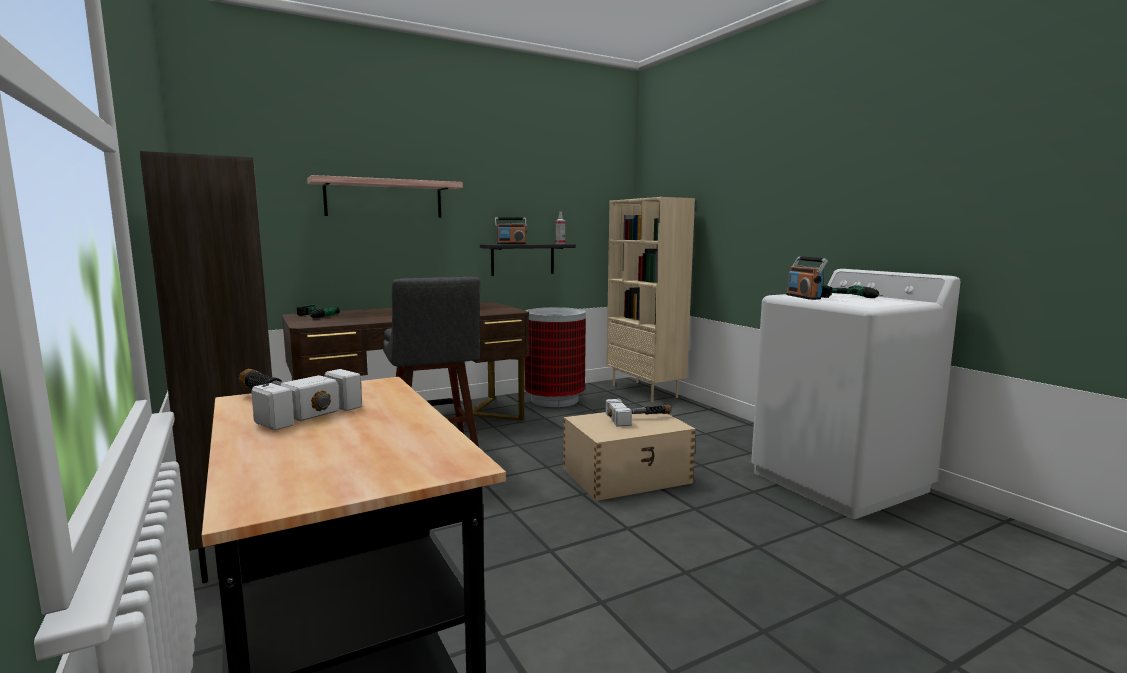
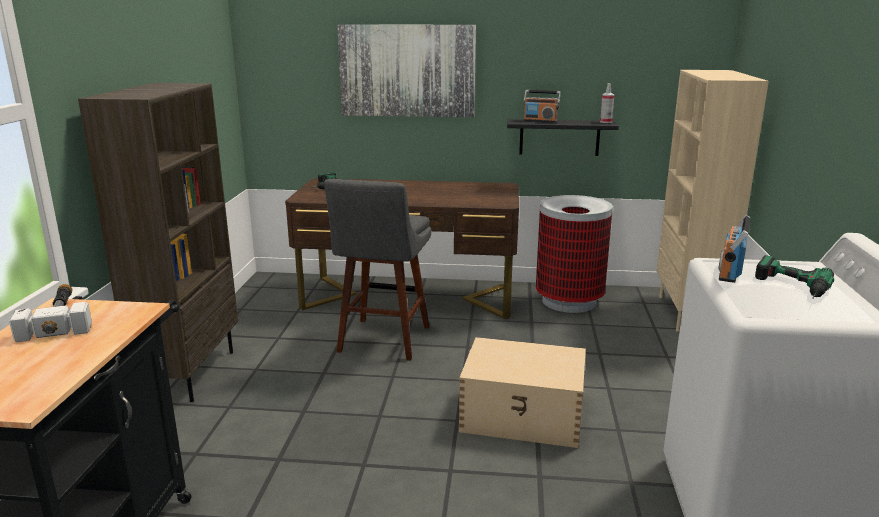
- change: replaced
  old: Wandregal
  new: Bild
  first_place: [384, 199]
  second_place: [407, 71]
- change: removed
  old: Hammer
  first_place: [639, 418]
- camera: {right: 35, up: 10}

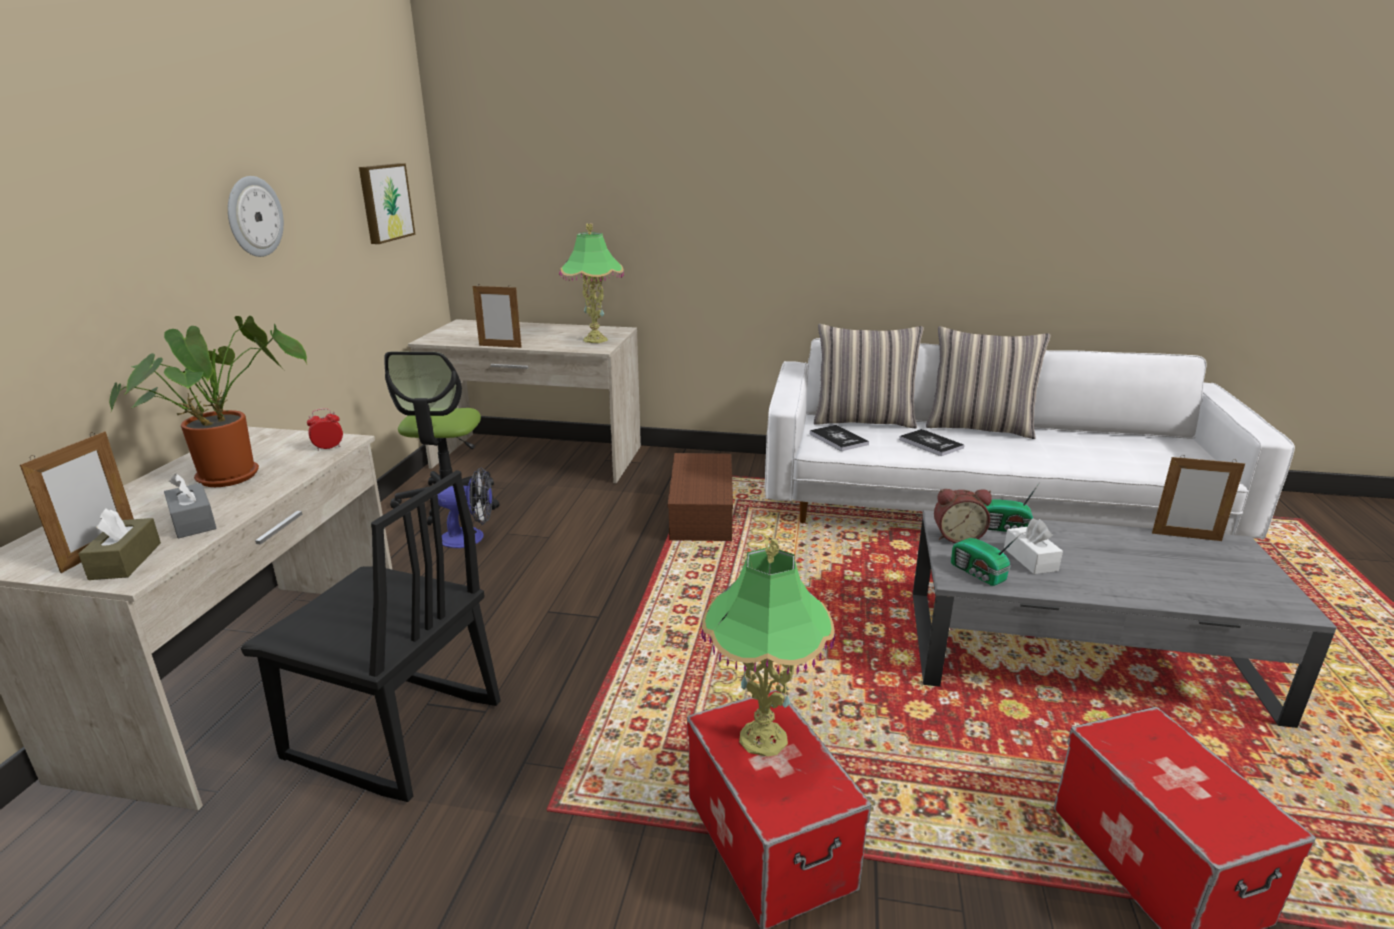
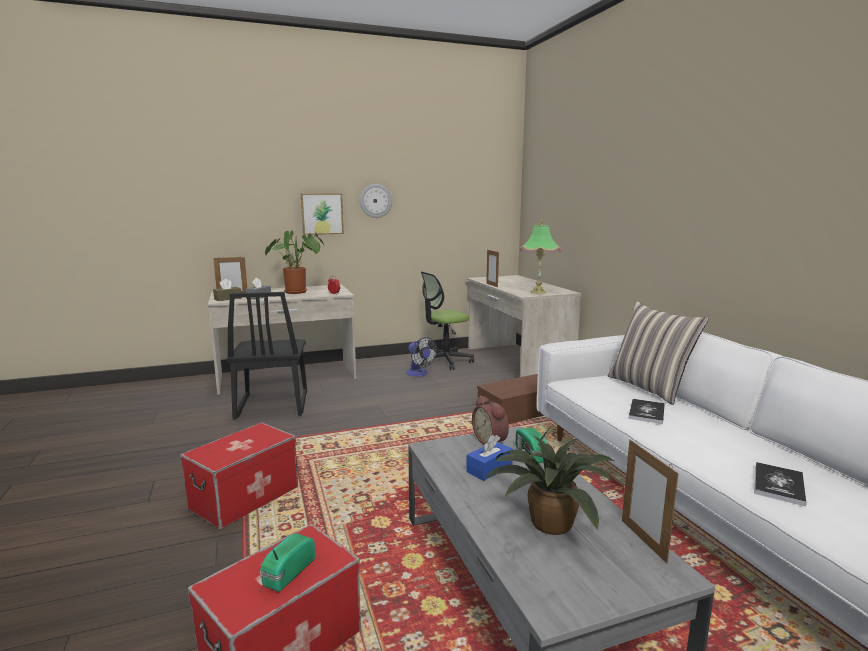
- change: moved
  old: Bild
  first_place: [384, 202]
  second_place: [322, 213]
- change: removed
  old: Kissen
  first_place: [979, 427]
- change: moved
  old: Buch
  first_place: [838, 439]
  second_place: [779, 484]
- change: recoloured
  old: Taschentuchbox/weiß
  new: Taschentuchbox/blau
  first_place: [1030, 559]
  second_place: [489, 469]
- change: moved
  old: Radio
  first_place: [978, 573]
  second_place: [287, 573]
- change: removed
  old: Tischlampe
  first_place: [762, 739]
- change: added
  new: Topfpflanze
  second_place: [547, 522]
- camera: {right: 60, up: -10}

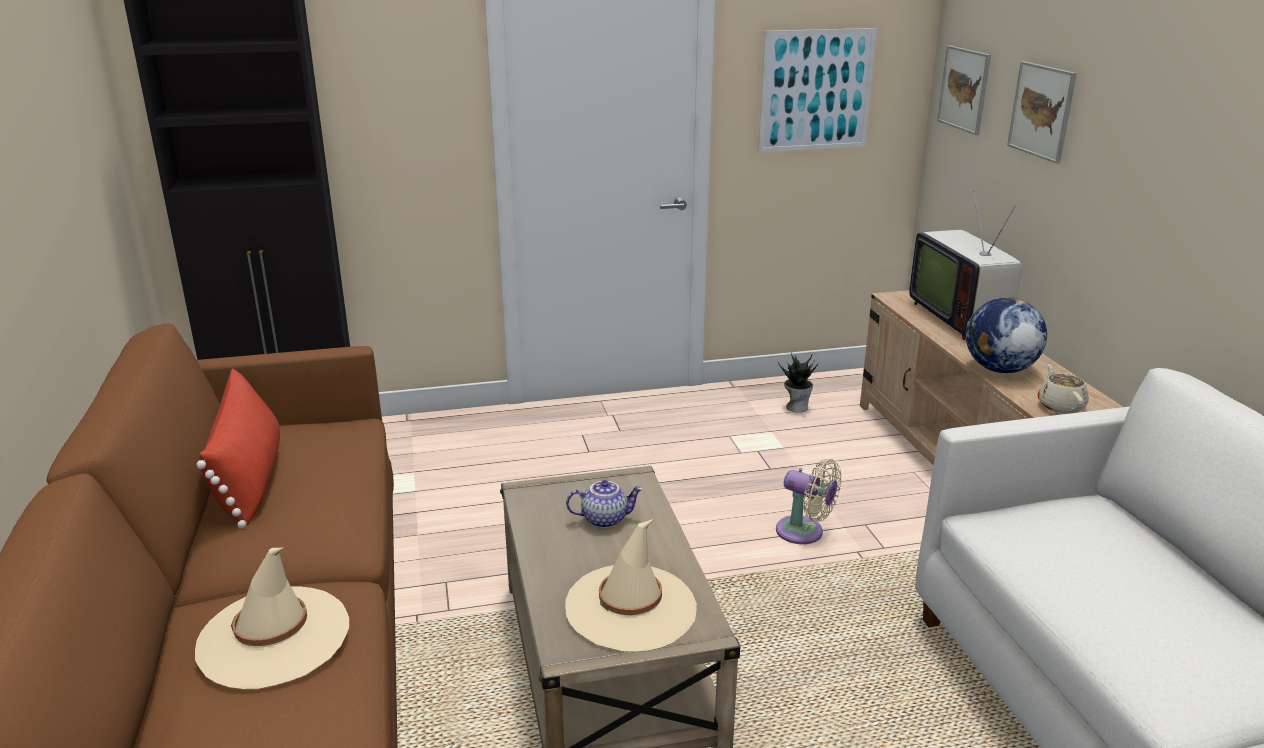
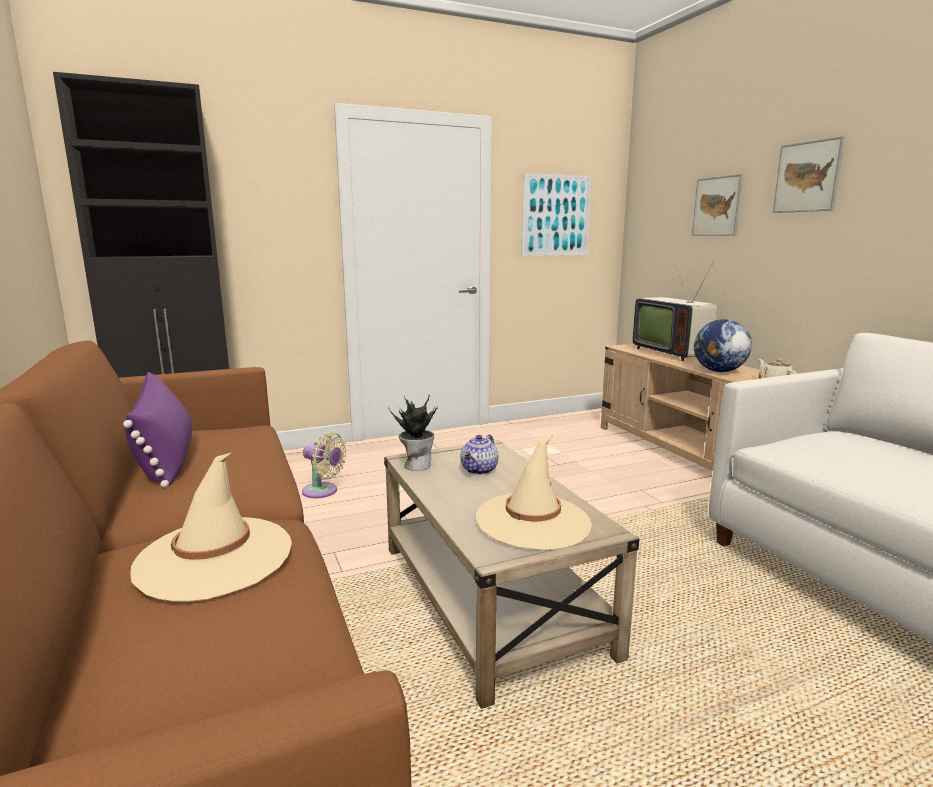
- change: moved
  old: Bild
  first_place: [964, 89]
  second_place: [807, 176]
- change: moved
  old: Topfpflanze
  first_place: [796, 407]
  second_place: [417, 465]
- change: recoloured
  old: Kissen/rot
  new: Kissen/lila
  first_place: [250, 478]
  second_place: [166, 458]
- change: moved
  old: Ventilator/beige
  first_place: [804, 533]
  second_place: [323, 491]
- change: turned
  old: Teekanne
  first_place: [605, 519]
  second_place: [480, 470]
  degrees: 135
- camera: {right: -10, up: -10}

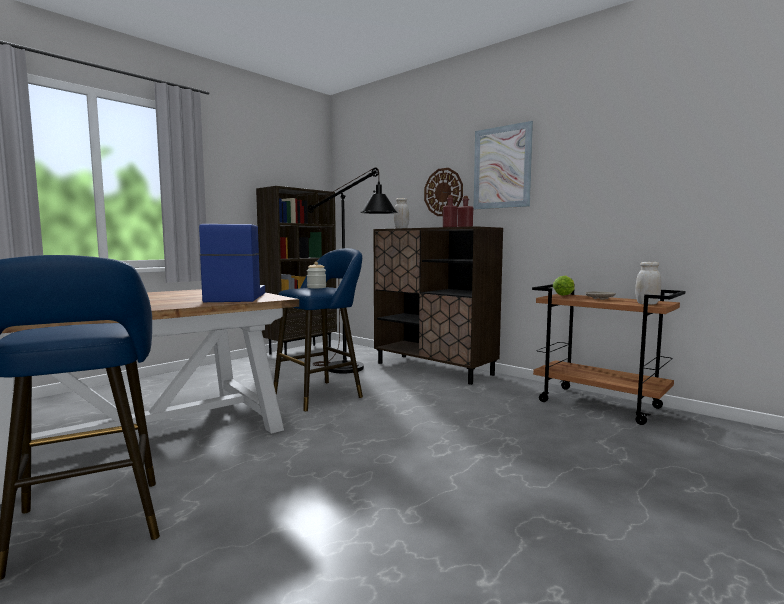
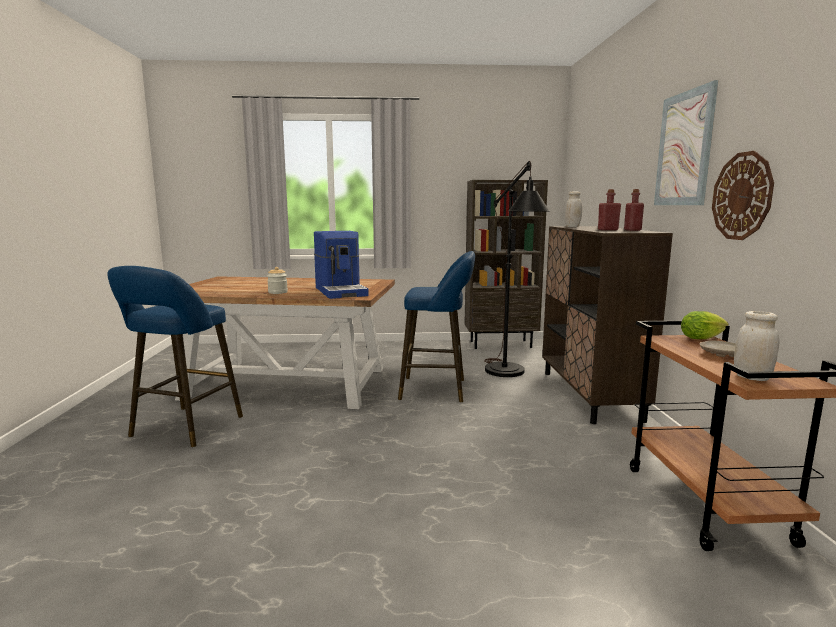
- change: moved
  old: Wanduhr
  first_place: [443, 192]
  second_place: [742, 196]
- change: turned
  old: Kaffeemaschine
  first_place: [235, 297]
  second_place: [341, 291]
  degrees: 120
- change: moved
  old: Vorratsglas
  first_place: [316, 287]
  second_place: [278, 292]
- camera: {right: 45, up: 5}

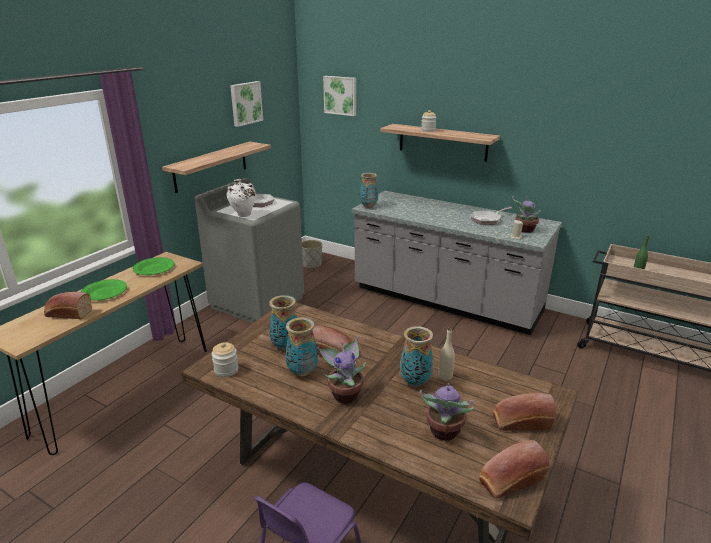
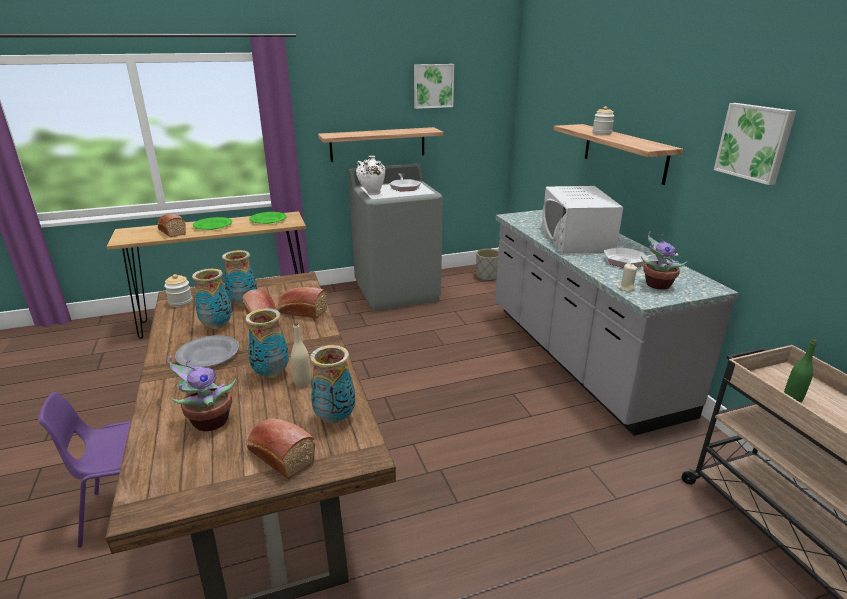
- change: moved
  old: Bild
  first_place: [340, 95]
  second_place: [754, 142]
- change: moved
  old: Vase
  first_place: [368, 206]
  second_place: [335, 418]
- change: replaced
  old: Topfpflanze
  new: Teller/grau
  first_place: [345, 394]
  second_place: [209, 355]
- change: moved
  old: Brot
  first_place: [509, 480]
  second_place: [301, 311]
- change: added
  new: Mikrowelle/weiß
  second_place: [576, 238]
- camera: {right: 40, up: 0}

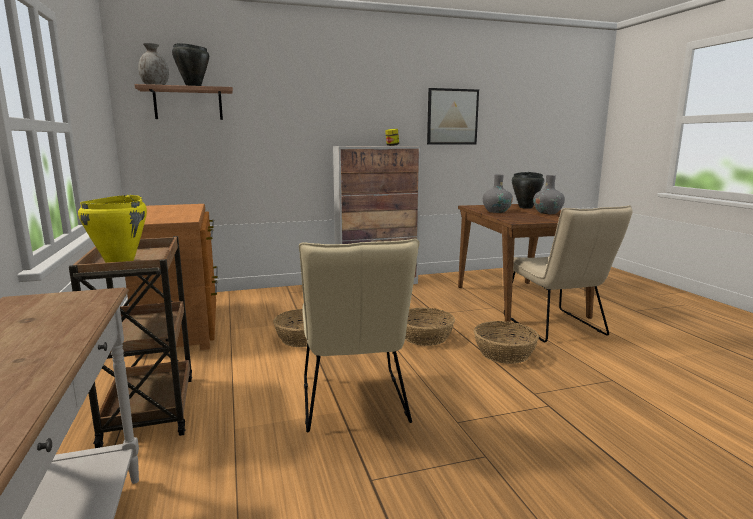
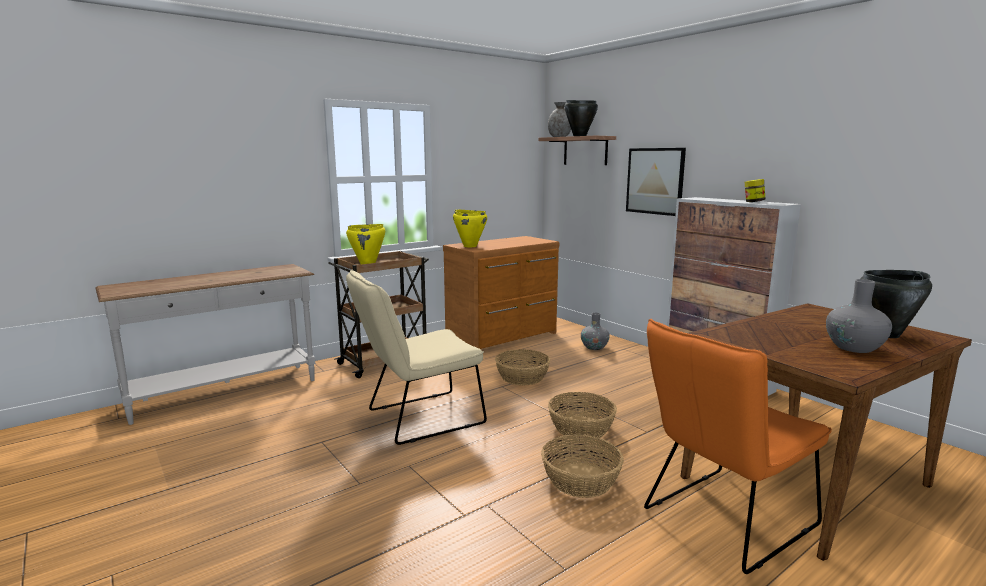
- change: moved
  old: Bild
  first_place: [452, 117]
  second_place: [655, 181]
- change: moved
  old: Vase/grau
  first_place: [496, 211]
  second_place: [594, 347]
- change: recoloured
  old: Stuhl/beige
  new: Stuhl/orange
  first_place: [557, 328]
  second_place: [722, 521]
- change: added
  new: Kochtopf/gelb
  second_place: [470, 246]
- camera: {right: 70, up: 0}

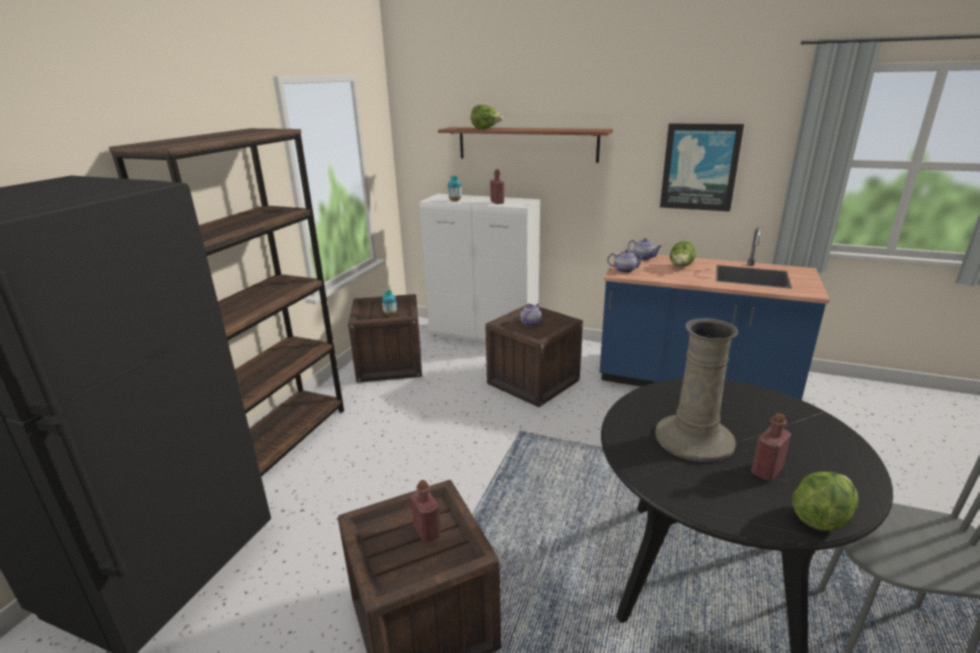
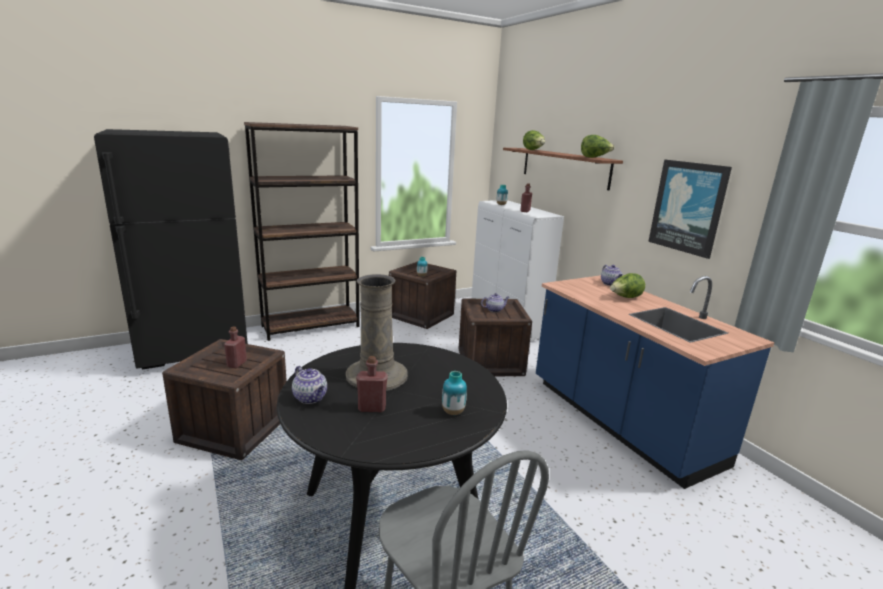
- change: moved
  old: Teekanne
  first_place: [625, 270]
  second_place: [311, 398]
- change: moved
  old: Salatkopf
  first_place: [820, 517]
  second_place: [594, 157]
- change: added
  new: Vase
  second_place: [453, 412]
- camera: {right: 40, up: -5}

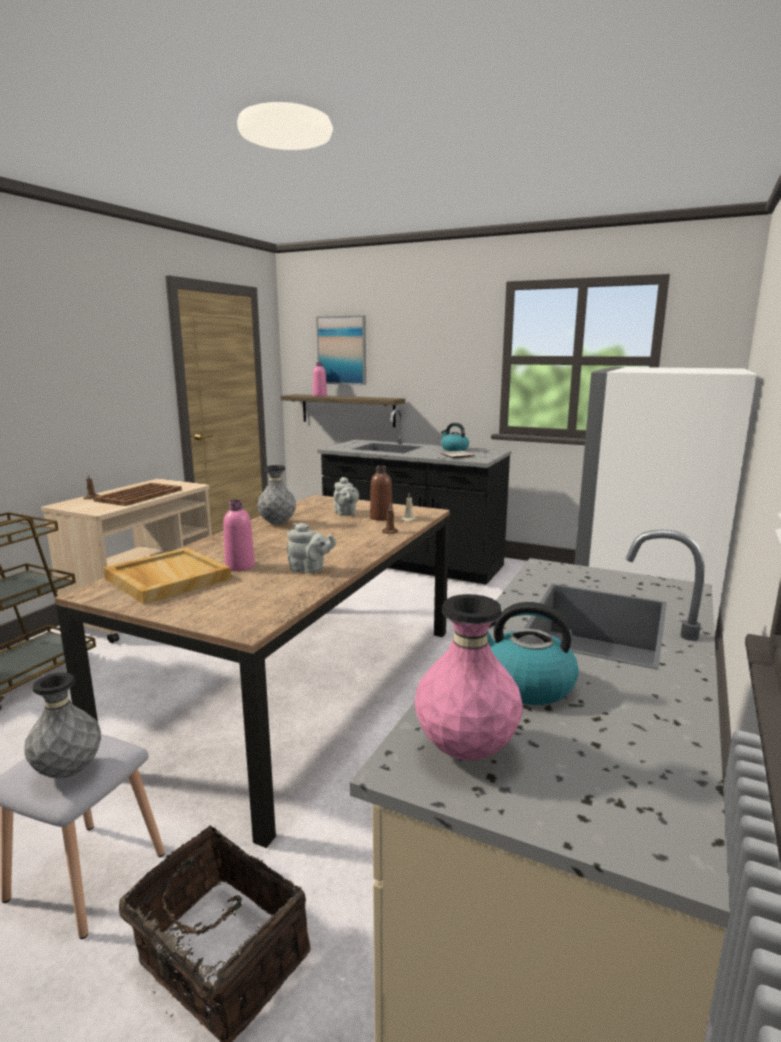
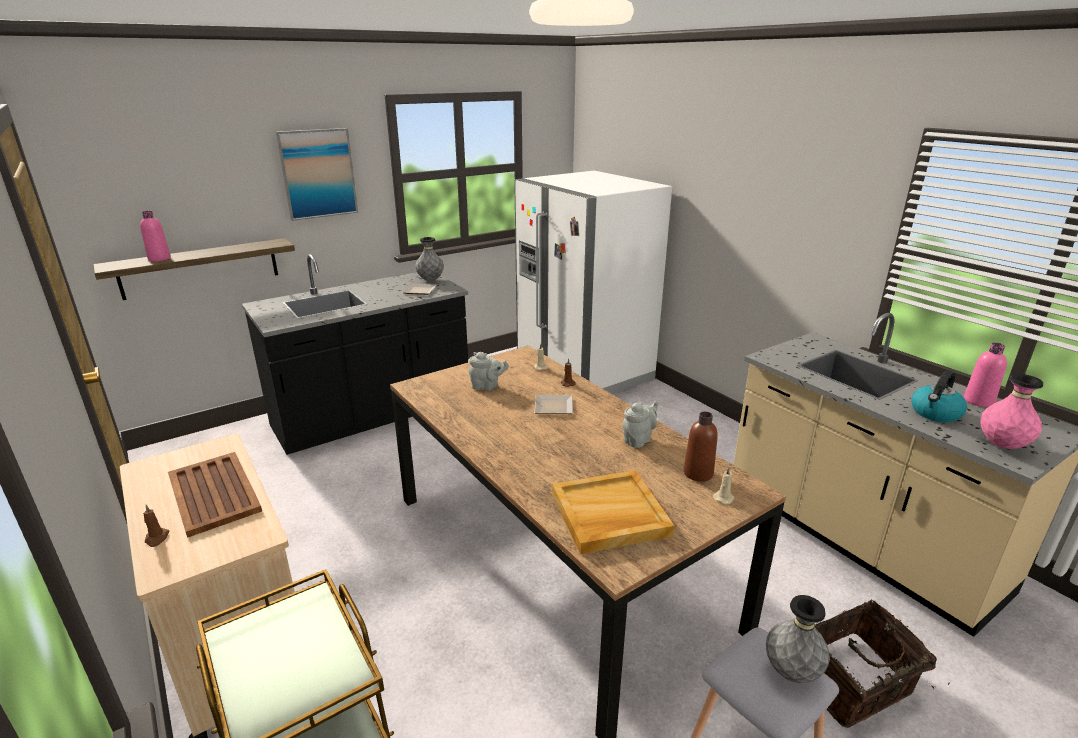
- change: moved
  old: Bild
  first_place: [342, 350]
  second_place: [318, 173]
- change: removed
  old: Wasserkessel
  first_place: [454, 449]
- change: moved
  old: Vase/grau
  first_place: [277, 523]
  second_place: [430, 280]
- change: moved
  old: Flasche/braun
  first_place: [381, 517]
  second_place: [698, 473]
- change: moved
  old: Flasche/rosa
  first_place: [240, 566]
  second_place: [978, 401]
- change: added
  new: Teller
  second_place: [555, 407]
- change: added
  new: Kerze/beige
  second_place: [724, 497]
- camera: {right: -60, up: 10}

